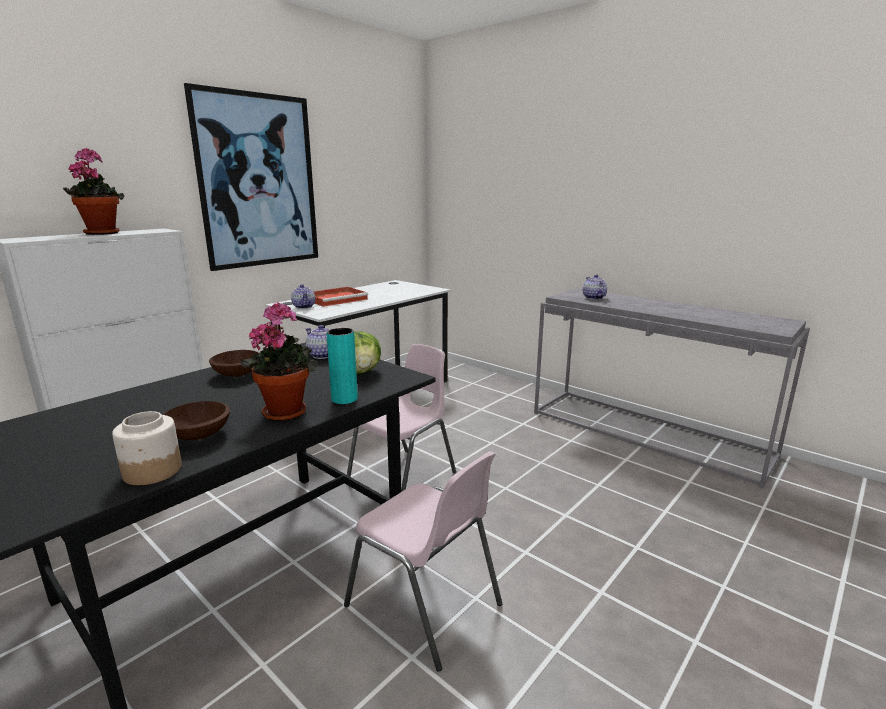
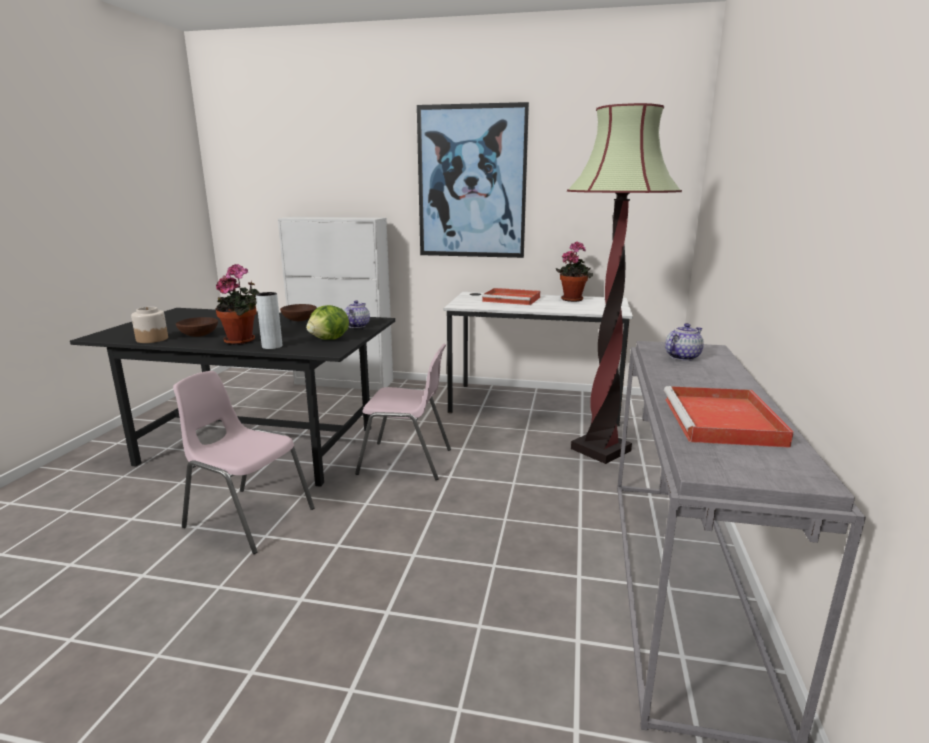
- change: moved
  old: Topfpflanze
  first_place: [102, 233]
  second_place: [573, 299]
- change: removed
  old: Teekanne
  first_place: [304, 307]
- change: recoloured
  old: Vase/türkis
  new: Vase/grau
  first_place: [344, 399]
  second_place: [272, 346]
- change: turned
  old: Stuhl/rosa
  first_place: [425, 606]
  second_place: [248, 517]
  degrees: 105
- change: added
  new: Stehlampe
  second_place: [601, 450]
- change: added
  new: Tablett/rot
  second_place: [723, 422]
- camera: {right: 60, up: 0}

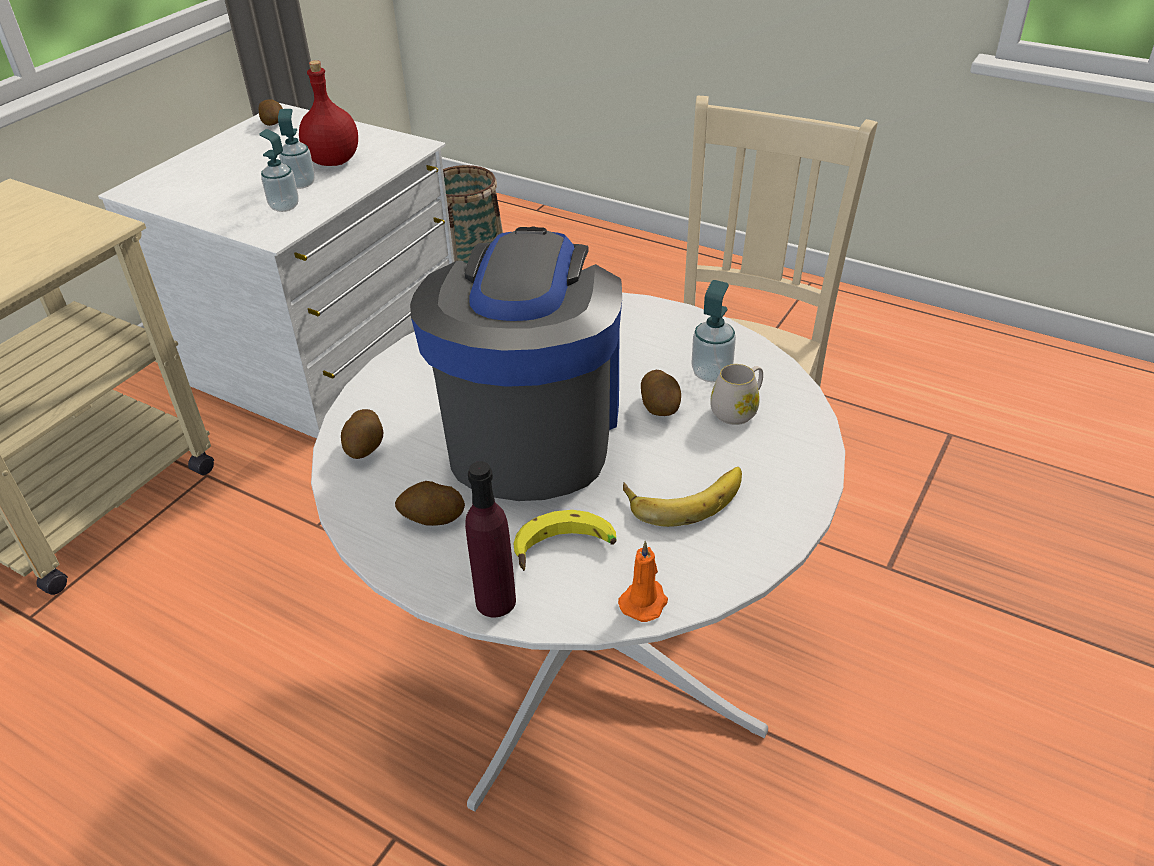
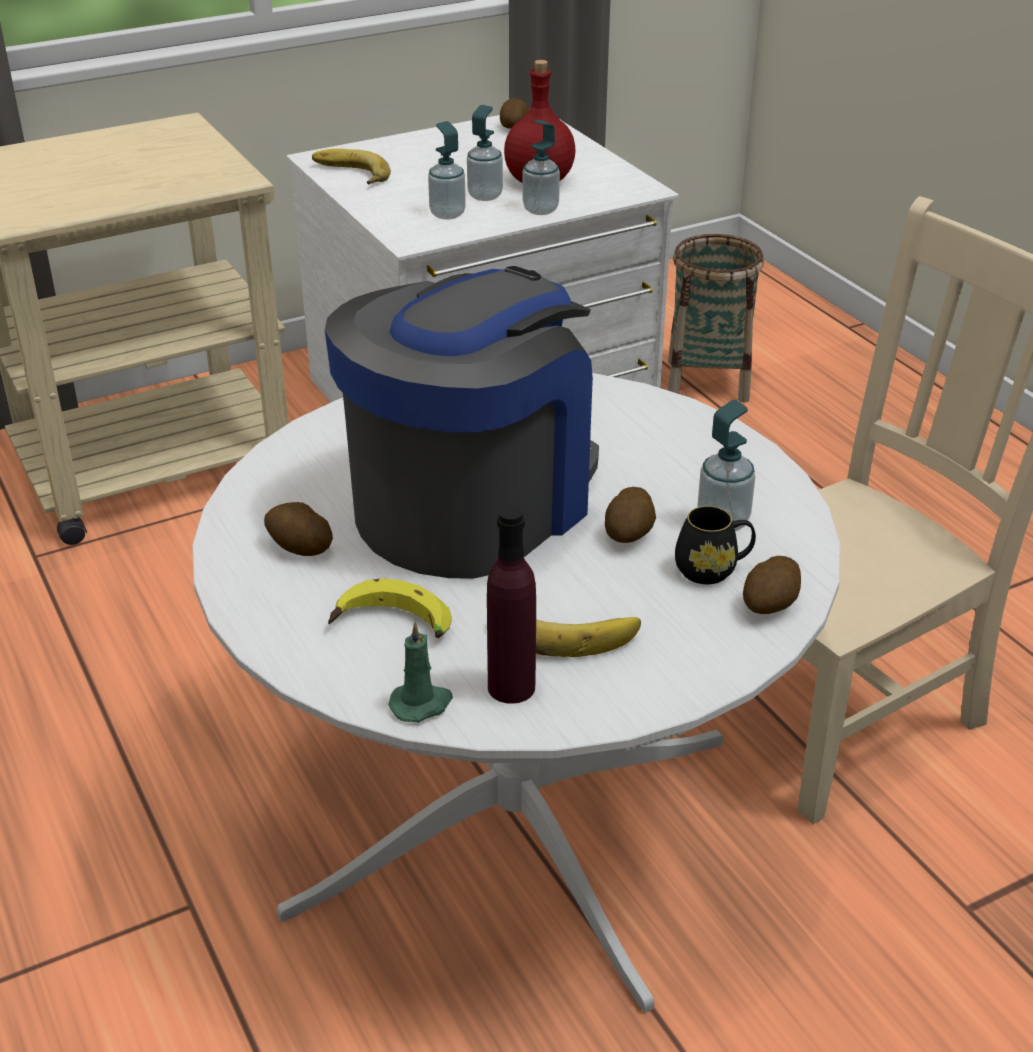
- change: recoloured
  old: Henkelbecher/weiß
  new: Henkelbecher/schwarz
  first_place: [738, 410]
  second_place: [713, 569]
- change: moved
  old: Kartoffel
  first_place: [365, 448]
  second_place: [770, 605]
- change: moved
  old: Flasche/lila
  first_place: [496, 601]
  second_place: [511, 687]
- change: recoloured
  old: Kerze/orange
  new: Kerze/grün
  first_place: [644, 601]
  second_place: [422, 704]
- change: added
  new: Seifenspender
  second_place: [540, 210]
- change: added
  new: Banane
  second_place: [349, 175]
- camera: {right: 30, up: -5}

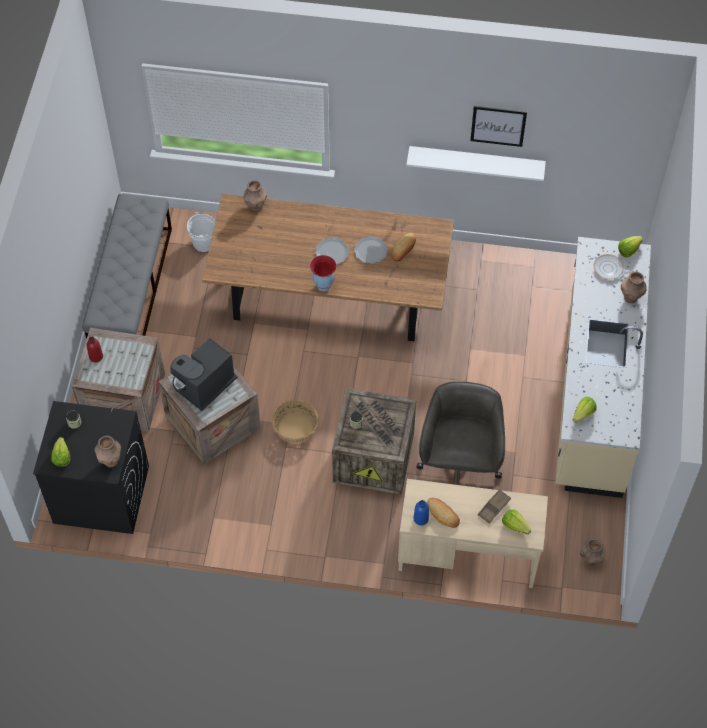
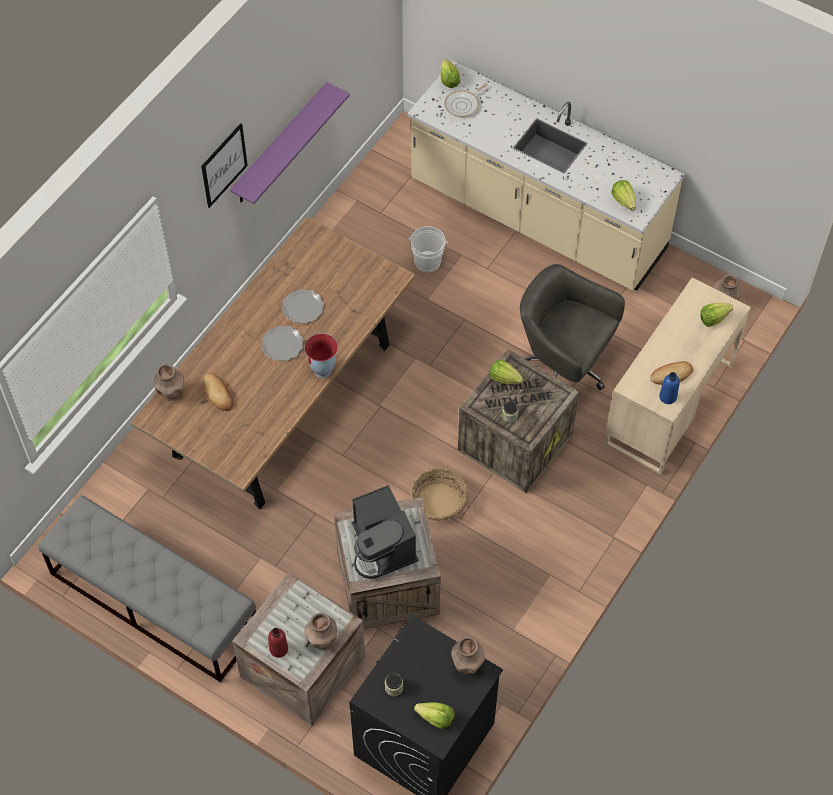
- change: moved
  old: Bild
  first_place: [498, 125]
  second_place: [224, 165]
- change: recoloured
  old: Wandregal/weiß
  new: Wandregal/lila
  first_place: [476, 162]
  second_place: [280, 145]
- change: moved
  old: Eimer/weiß
  first_place: [203, 243]
  second_place: [427, 261]
- change: moved
  old: Brot
  first_place: [403, 248]
  second_place: [218, 394]
- change: moved
  old: Vase/braun
  first_place: [630, 297]
  second_place: [322, 641]
- change: removed
  old: Tablett/braun
  first_place: [494, 507]
- change: added
  new: Salatkopf
  second_place: [504, 378]
- camera: {right: -65, up: 0}

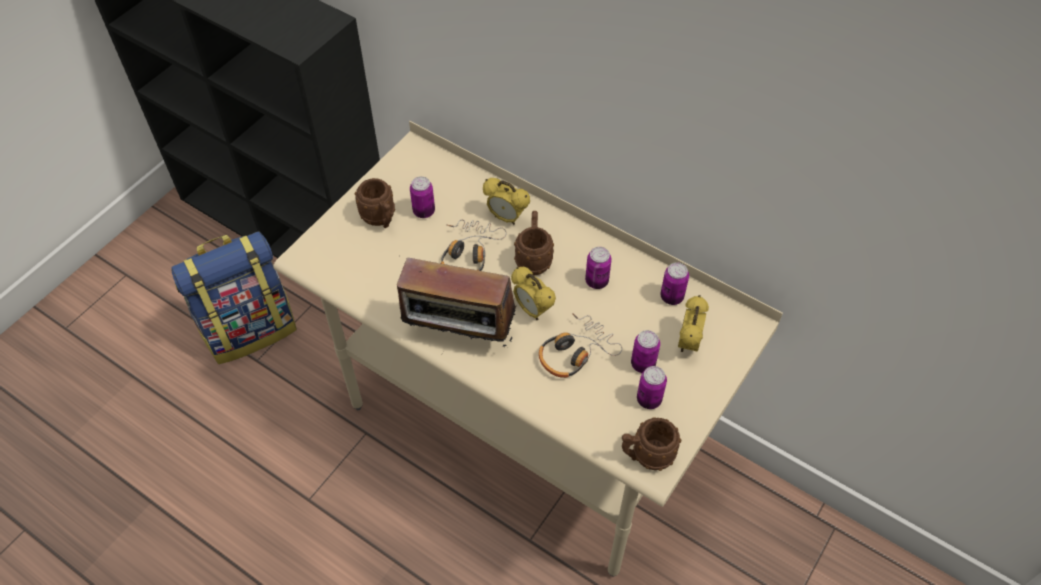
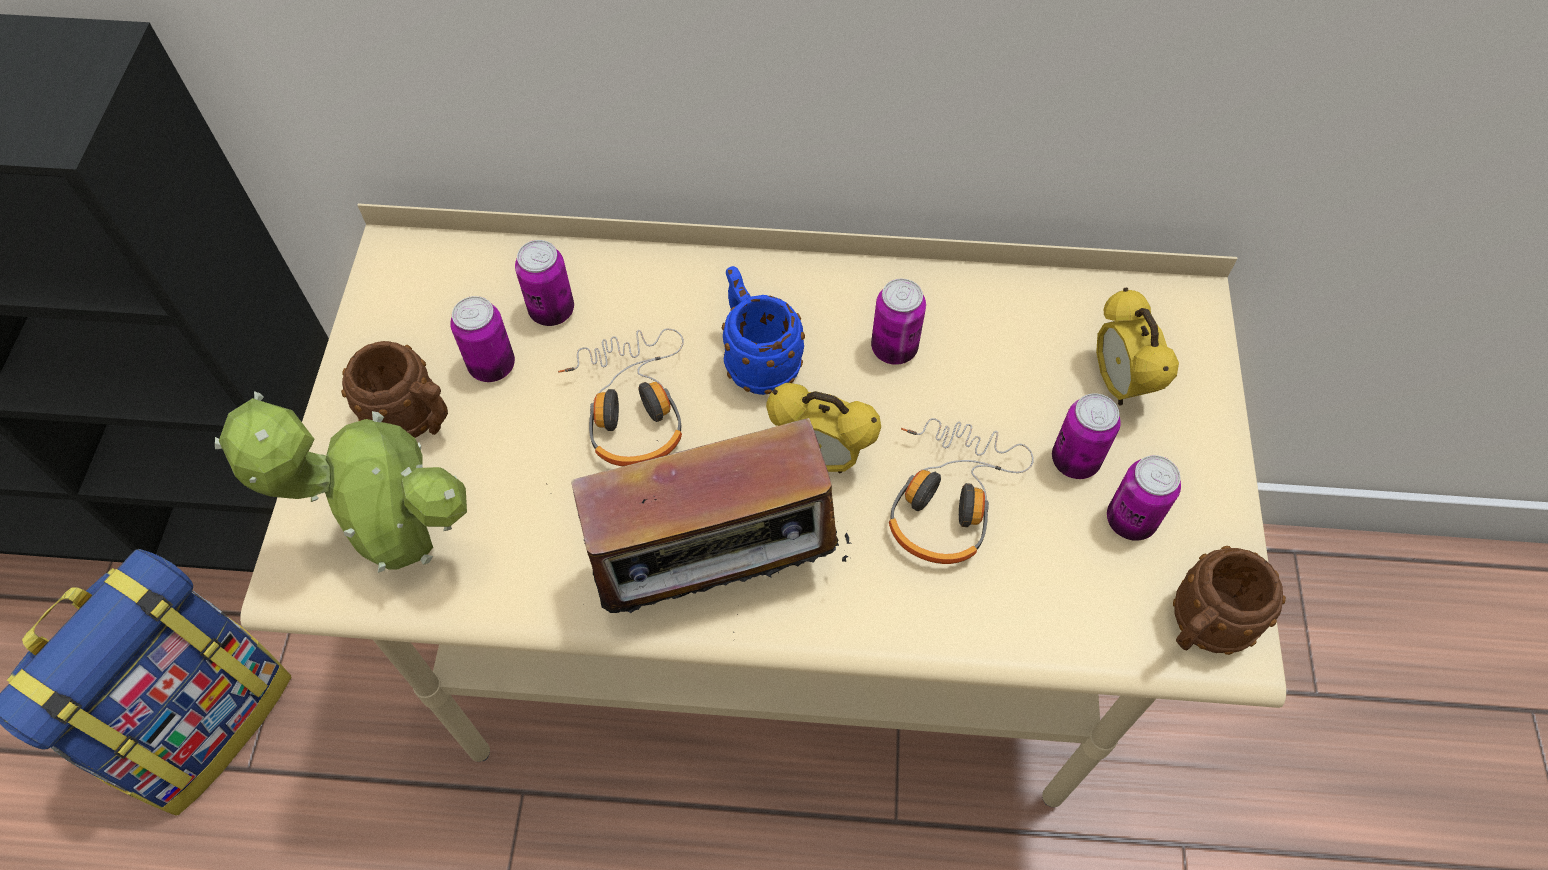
- change: removed
  old: Wecker
  first_place: [506, 218]
- change: recoloured
  old: Henkelbecher/braun
  new: Henkelbecher/blau
  first_place: [533, 259]
  second_place: [756, 360]
- change: moved
  old: Dose
  first_place: [671, 297]
  second_place: [552, 311]
- change: added
  new: Topfpflanze
  second_place: [404, 547]
- camera: {right: -30, up: 5}

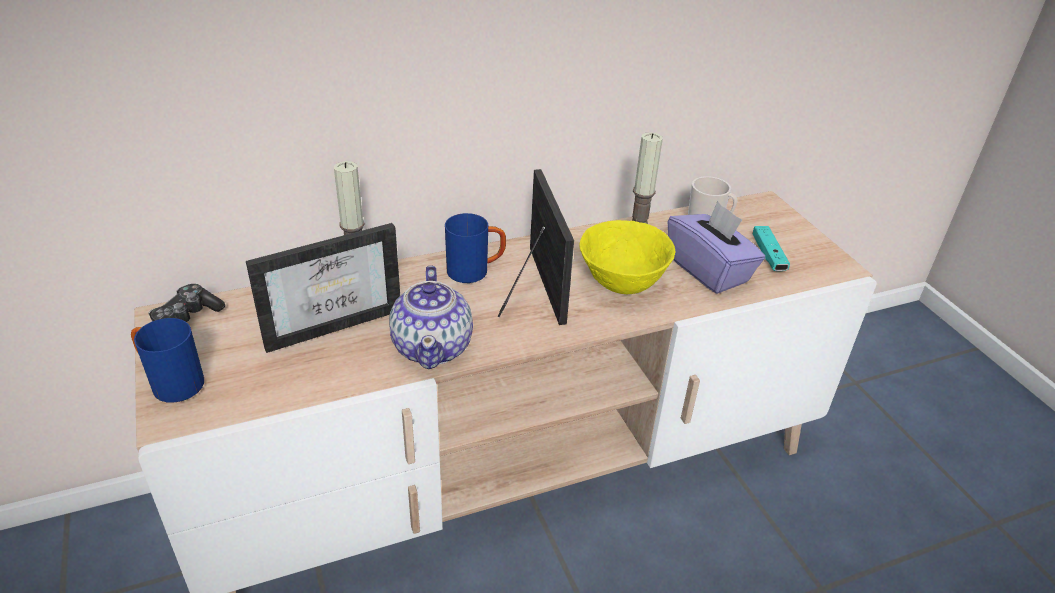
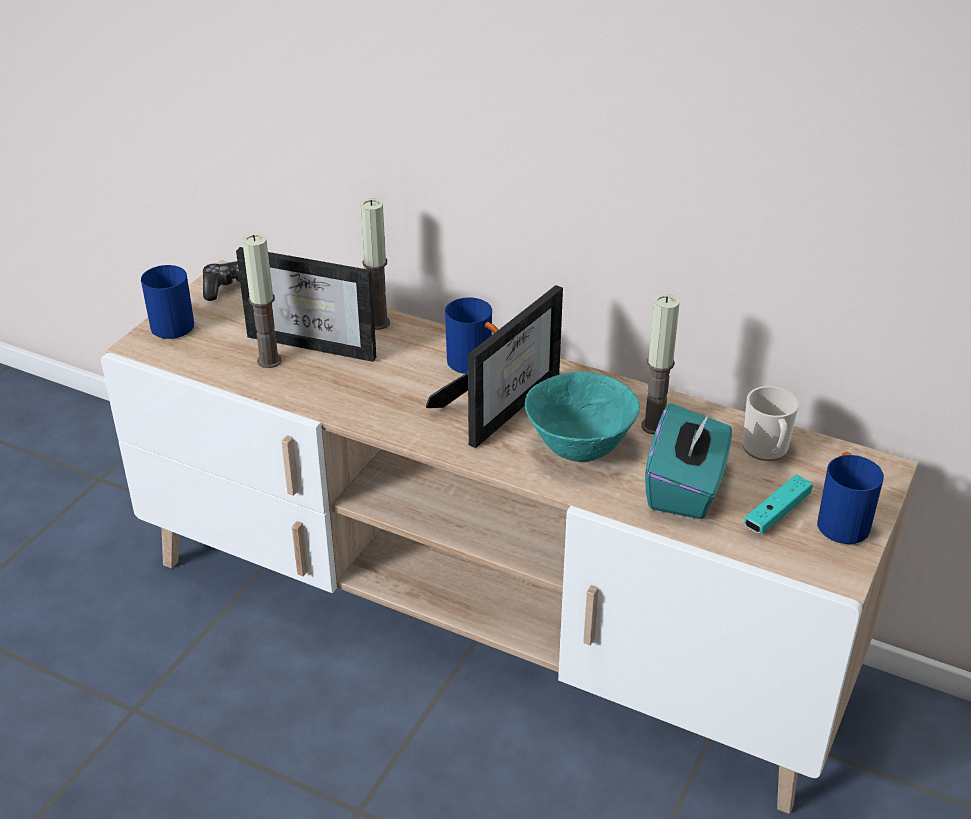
- change: recoloured
  old: Taschentuchbox/lila
  new: Taschentuchbox/türkis
  first_place: [709, 270]
  second_place: [685, 488]
- change: recoloured
  old: Schüssel/gelb
  new: Schüssel/türkis
  first_place: [621, 284]
  second_place: [578, 448]
- change: removed
  old: Teekanne
  first_place: [433, 347]
- change: added
  new: Kerze
  second_place: [269, 361]
- change: added
  new: Henkelbecher/blau
  second_place: [841, 519]
- camera: {right: 50, up: 0}

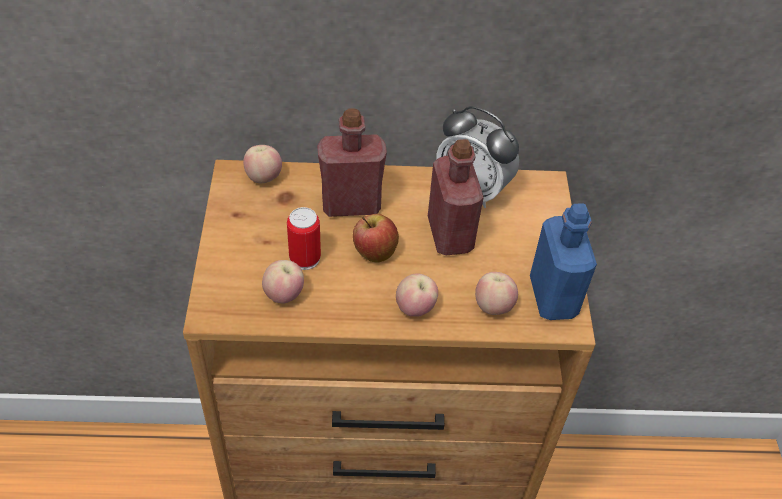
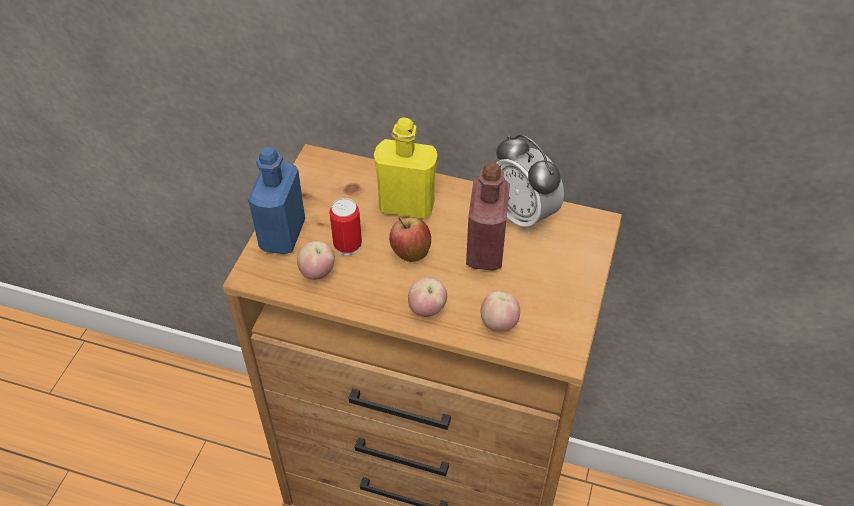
- change: recoloured
  old: Flasche/rot
  new: Flasche/gelb
  first_place: [351, 205]
  second_place: [406, 206]
- change: removed
  old: Apfel
  first_place: [263, 178]
- change: moved
  old: Flasche/blau
  first_place: [553, 297]
  second_place: [282, 235]
- camera: {right: 20, up: 0}

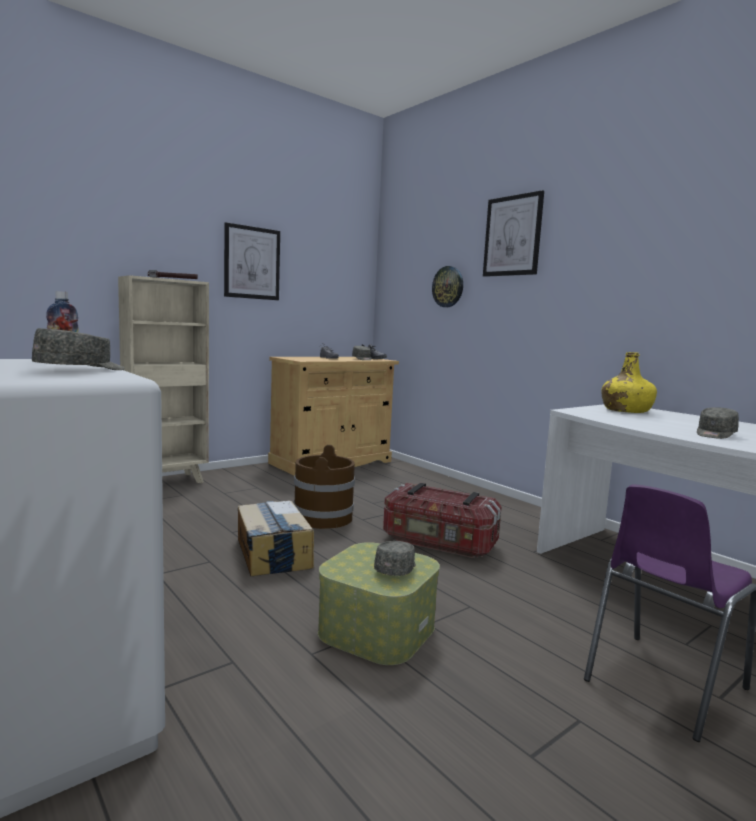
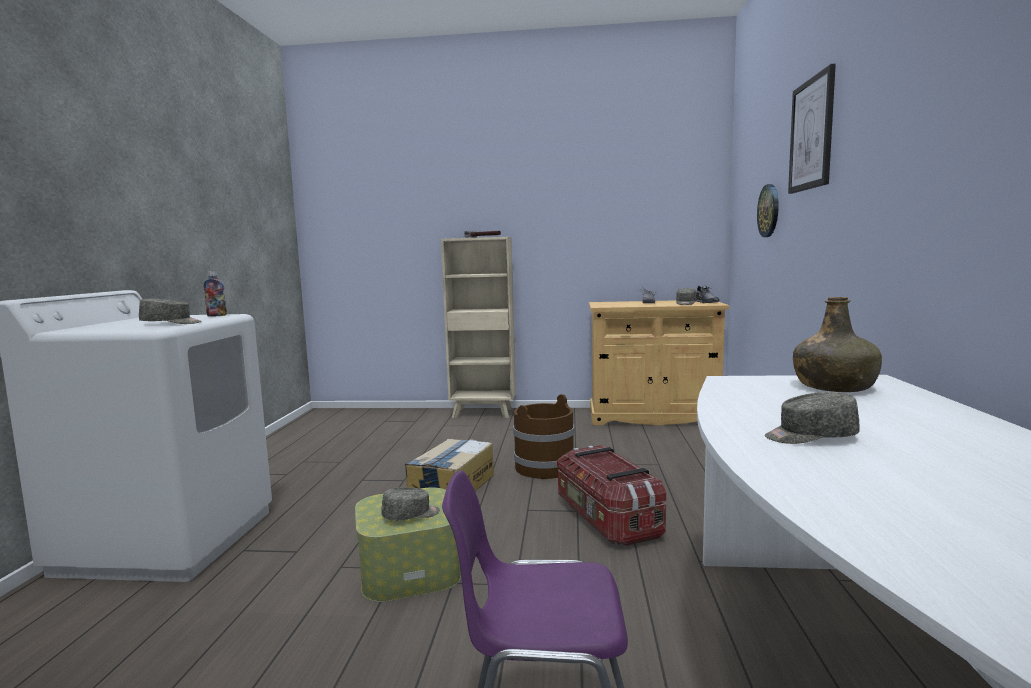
- change: removed
  old: Bild
  first_place: [252, 263]
- change: recoloured
  old: Flasche/gelb
  new: Flasche/grün
  first_place: [626, 411]
  second_place: [834, 387]
- camera: {right: 45, up: 0}

